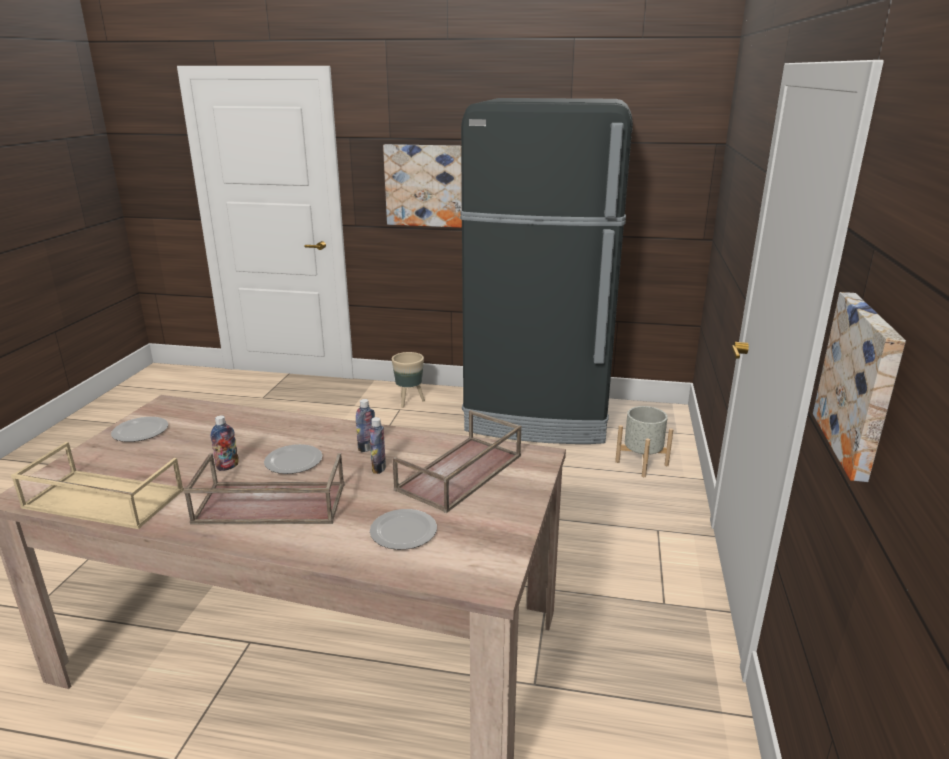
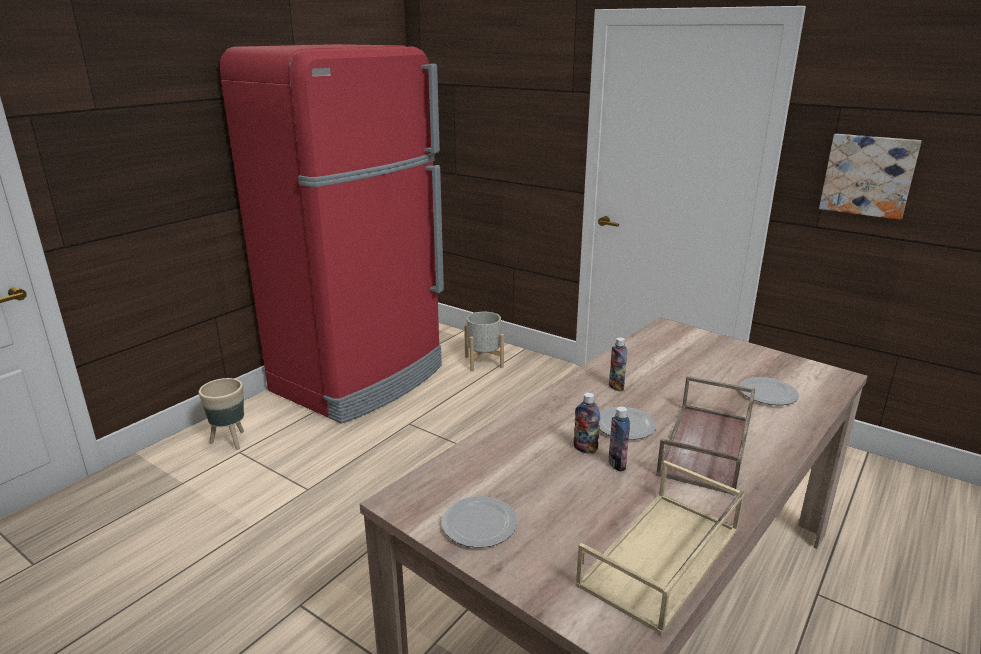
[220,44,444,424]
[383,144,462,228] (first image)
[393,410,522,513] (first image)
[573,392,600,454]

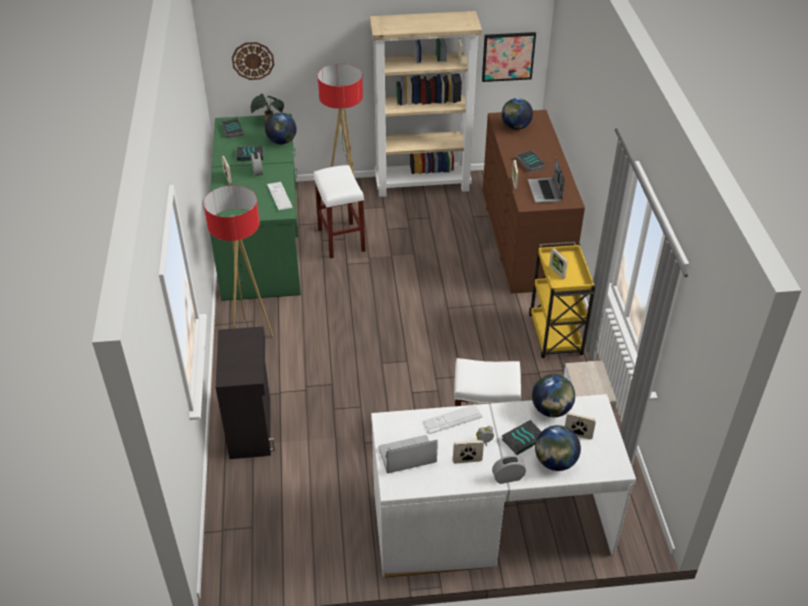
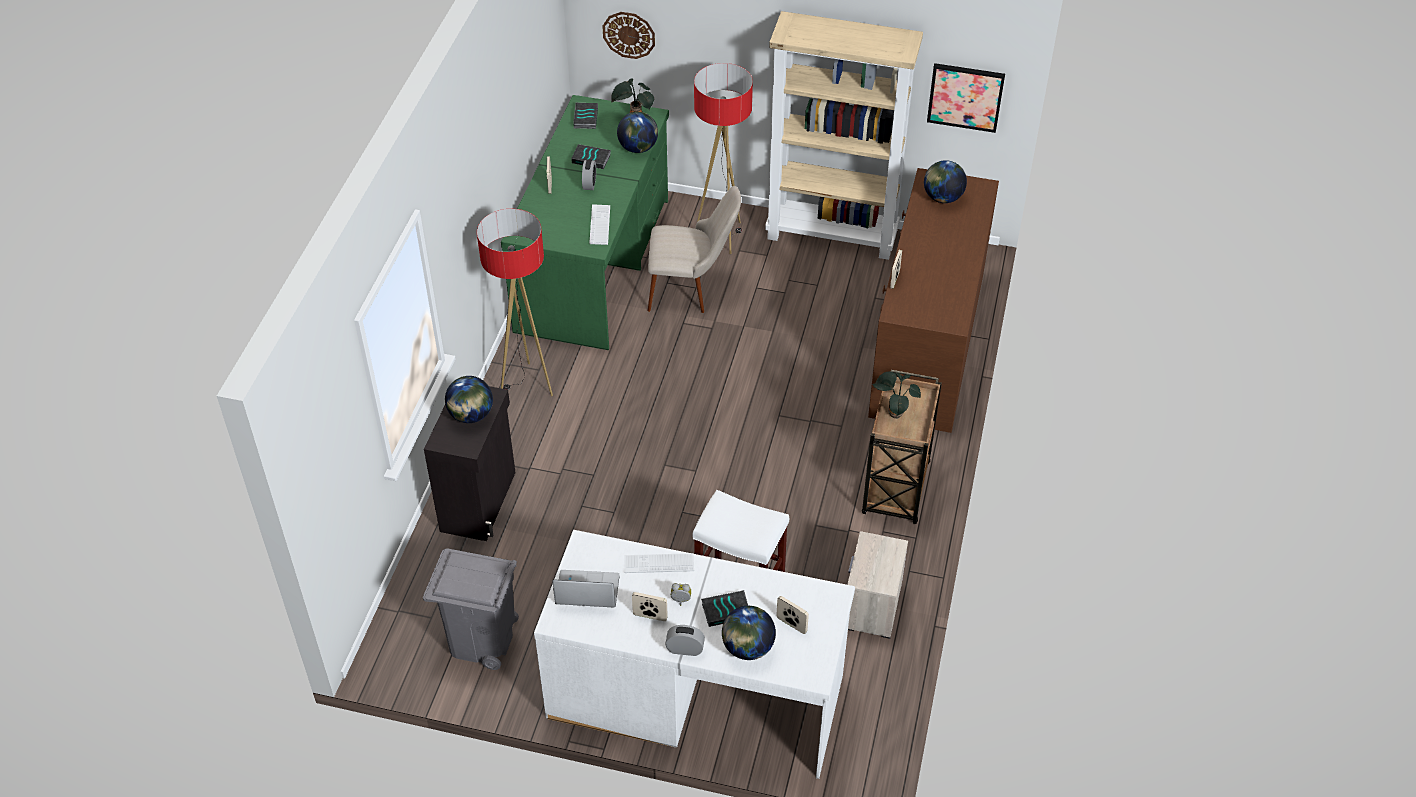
[516,151,546,173] (first image)
[528,157,565,203] (first image)
[648,186,741,313]
[862,370,942,524]
[872,372,921,419]
[445,376,493,423]
[423,548,519,670]

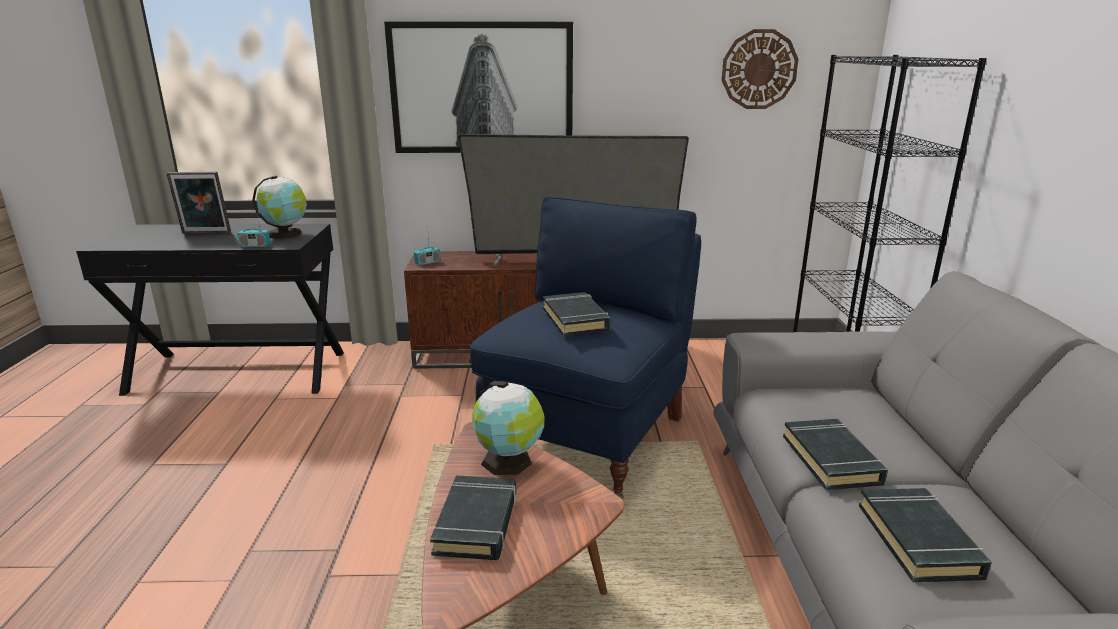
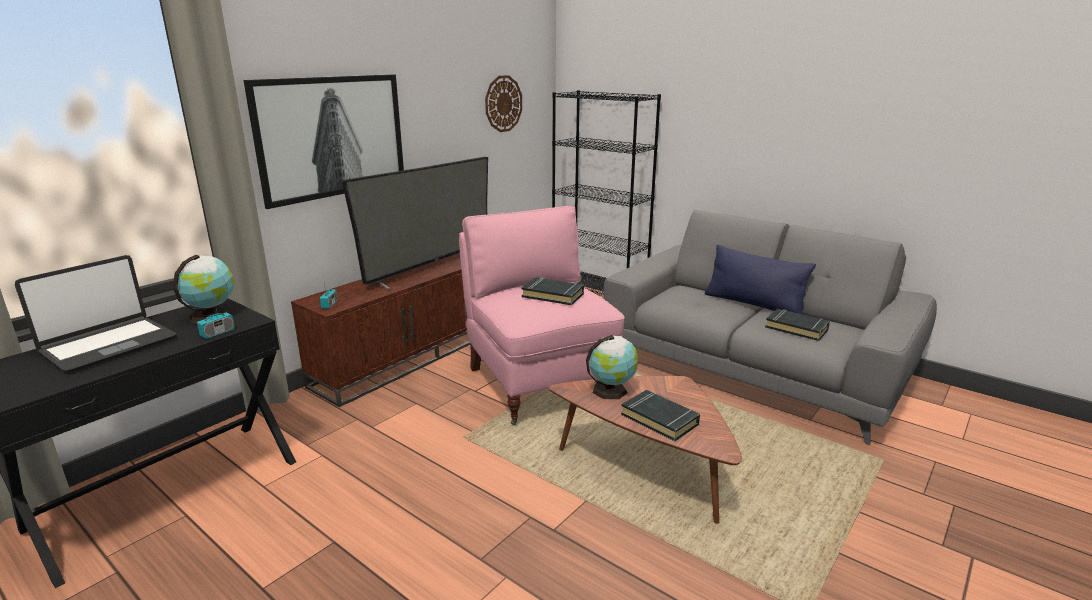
[15,255,177,373]
[459,206,625,425]
[783,419,888,490] (first image)
[705,245,816,314]

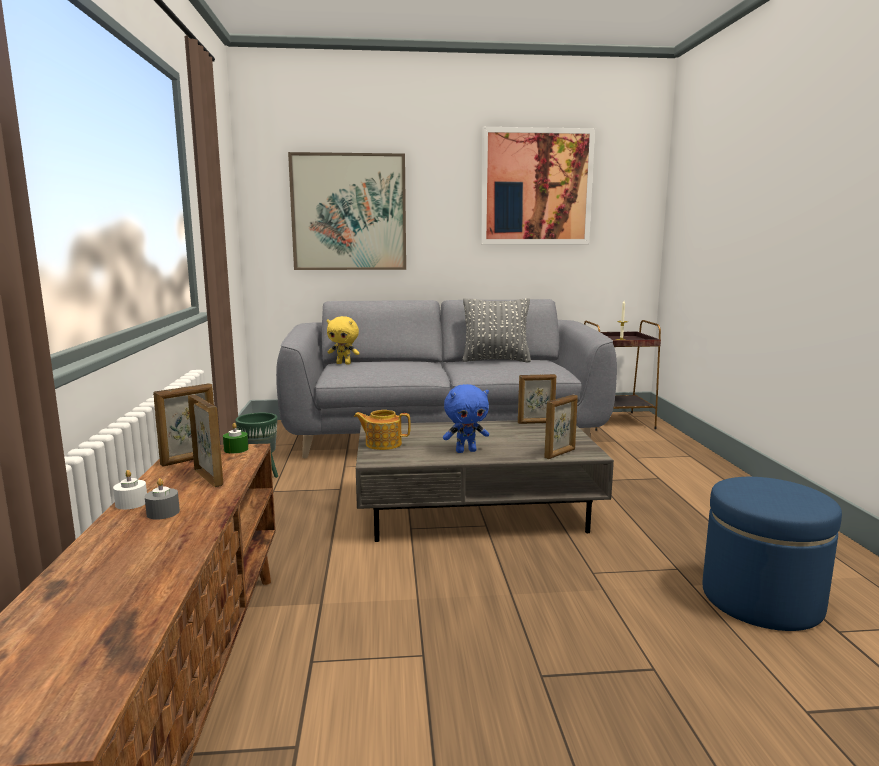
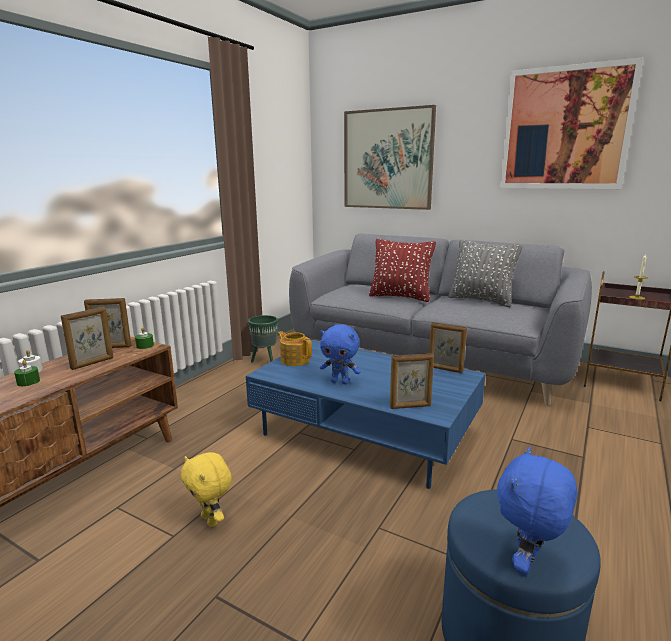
[181,452,232,527]
[61,307,114,370]
[246,339,486,489]
[14,360,40,386]
[369,239,436,302]
[497,447,577,575]

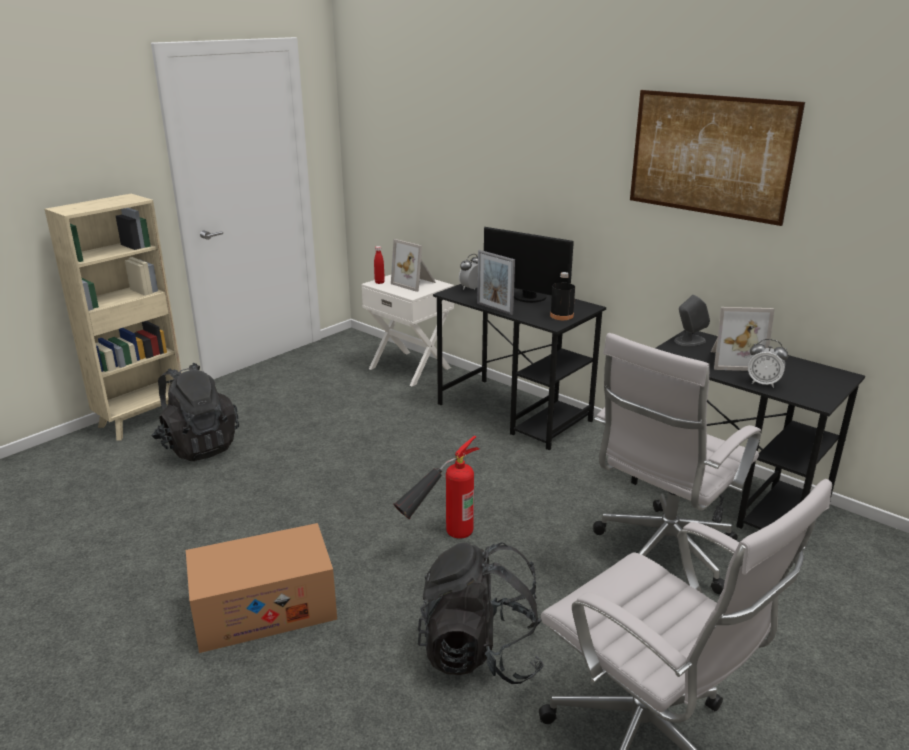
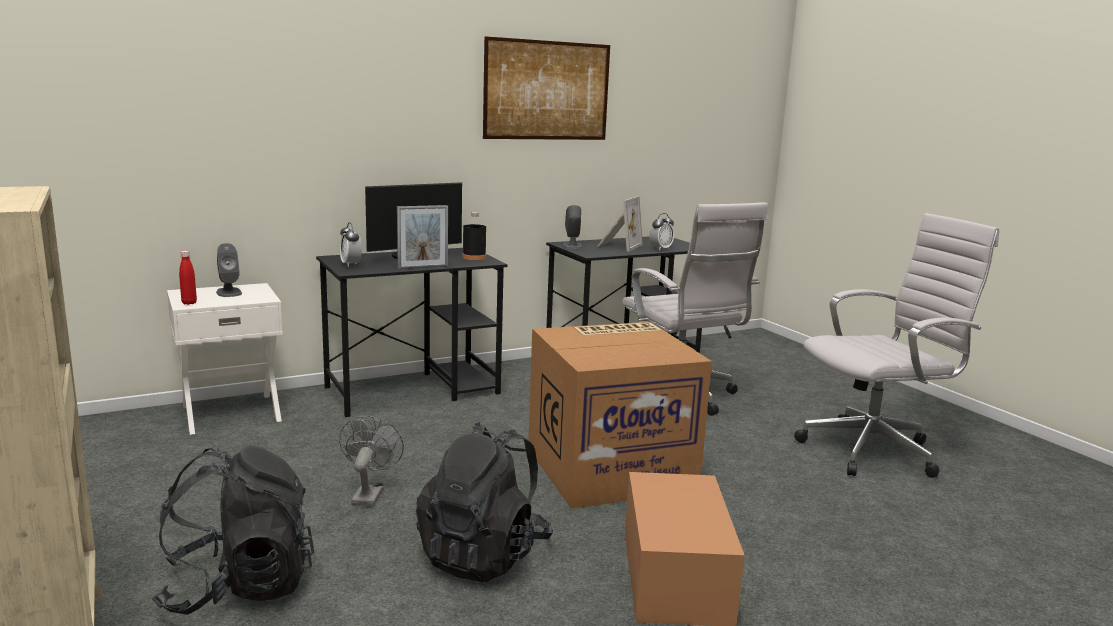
[216,243,242,297]
[529,322,712,509]
[416,422,553,582]
[339,416,404,506]

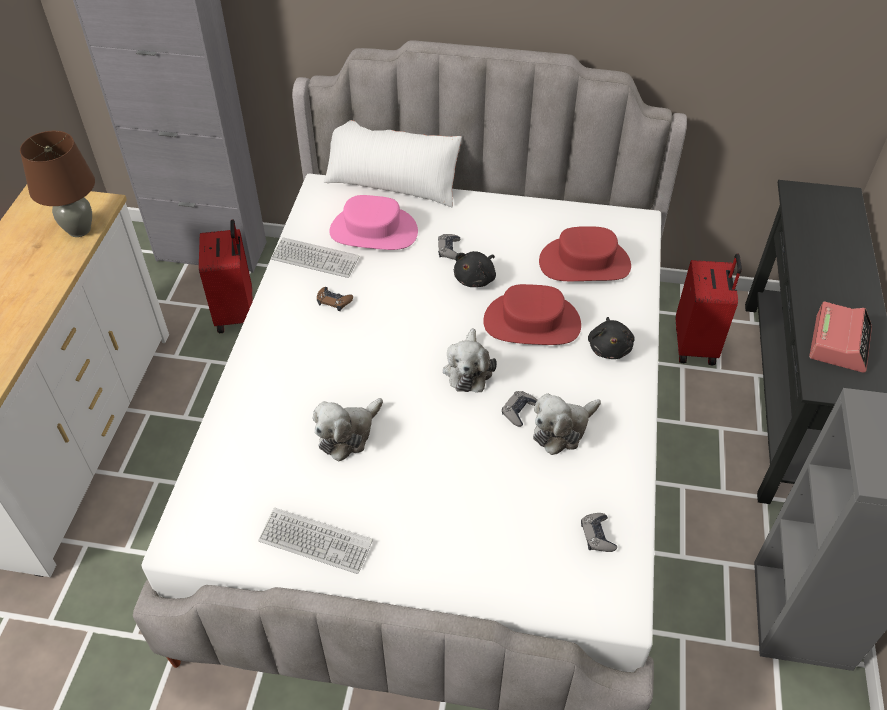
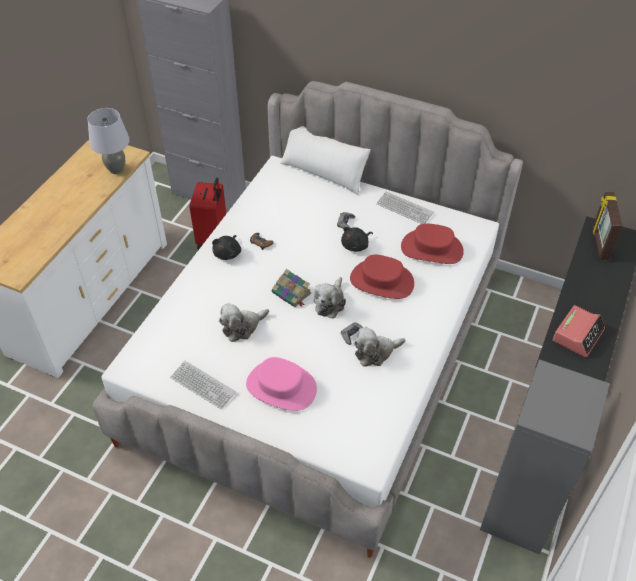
[87,108,130,174]
[246,357,317,411]
[376,191,434,224]
[676,253,742,366] (first image)
[212,235,241,260]
[581,513,617,552] (first image)
[593,192,623,260]
[272,269,311,307]

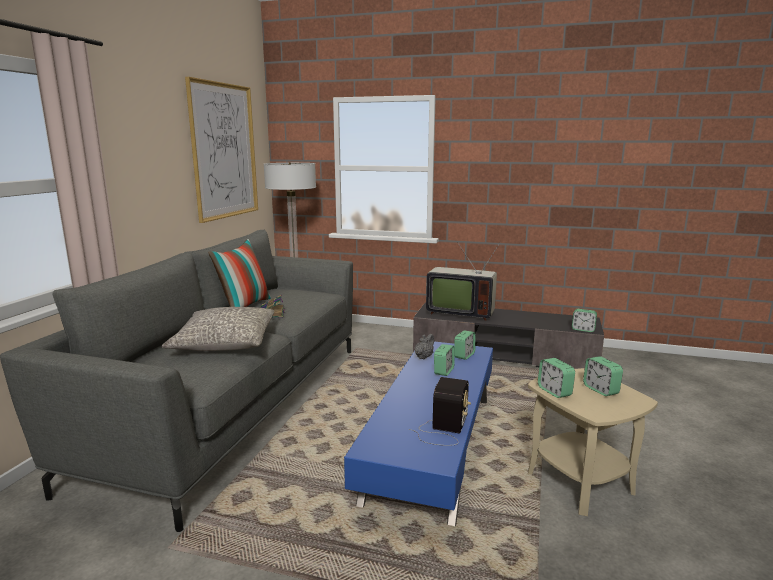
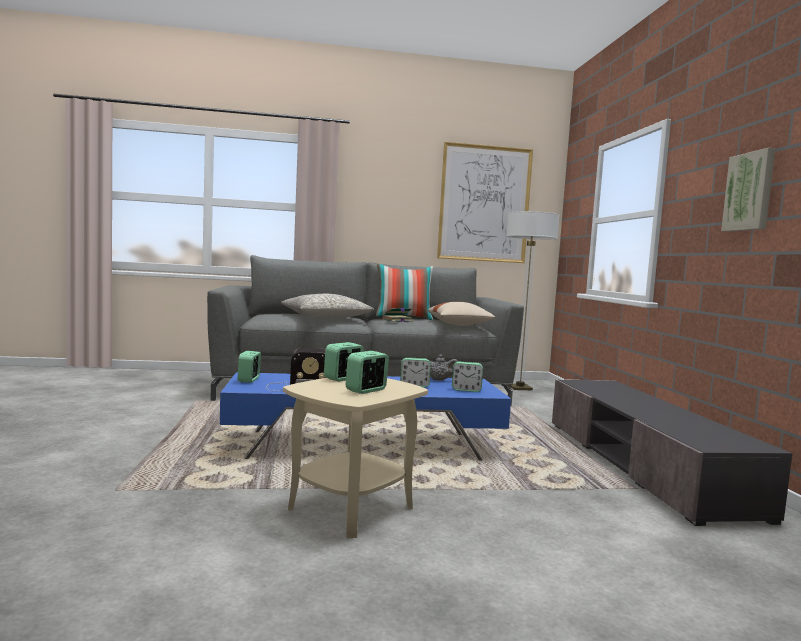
[426,242,501,321] (first image)
[238,351,261,383]
[721,148,775,232]
[428,302,495,325]

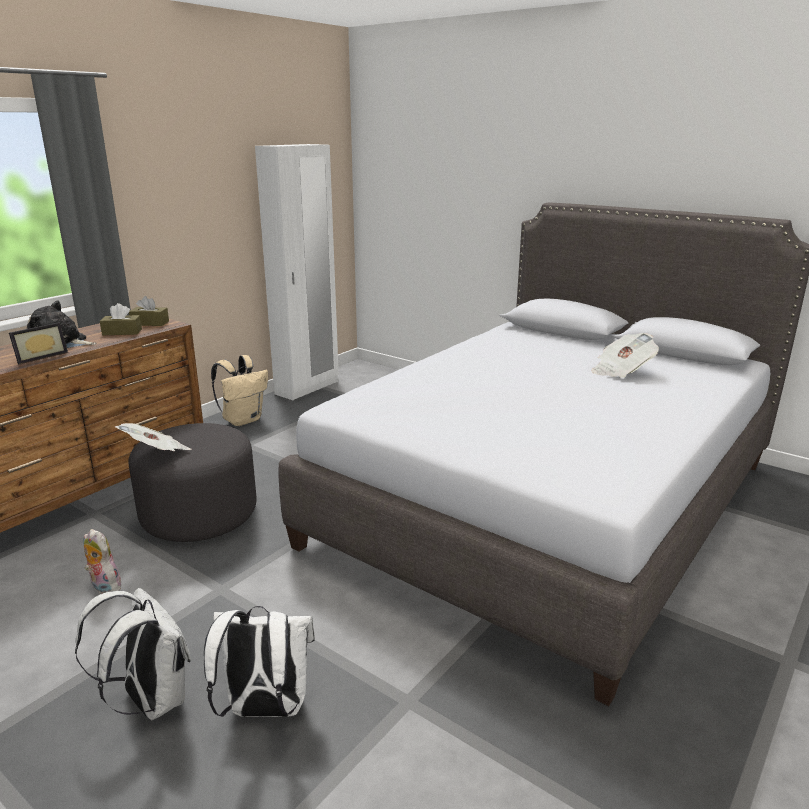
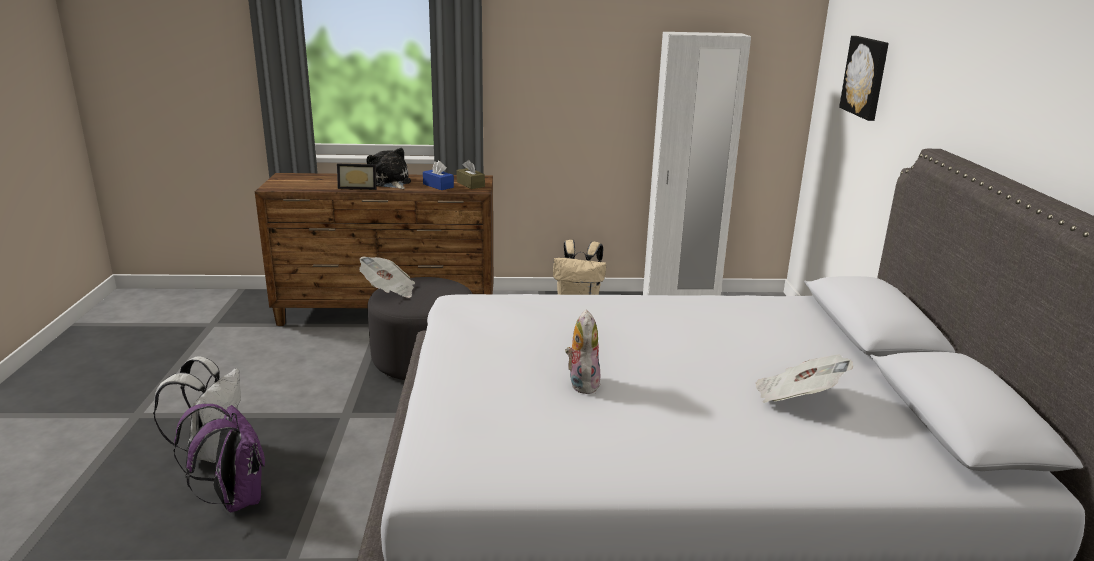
[423,160,454,190]
[565,310,600,394]
[173,404,265,513]
[839,36,889,121]

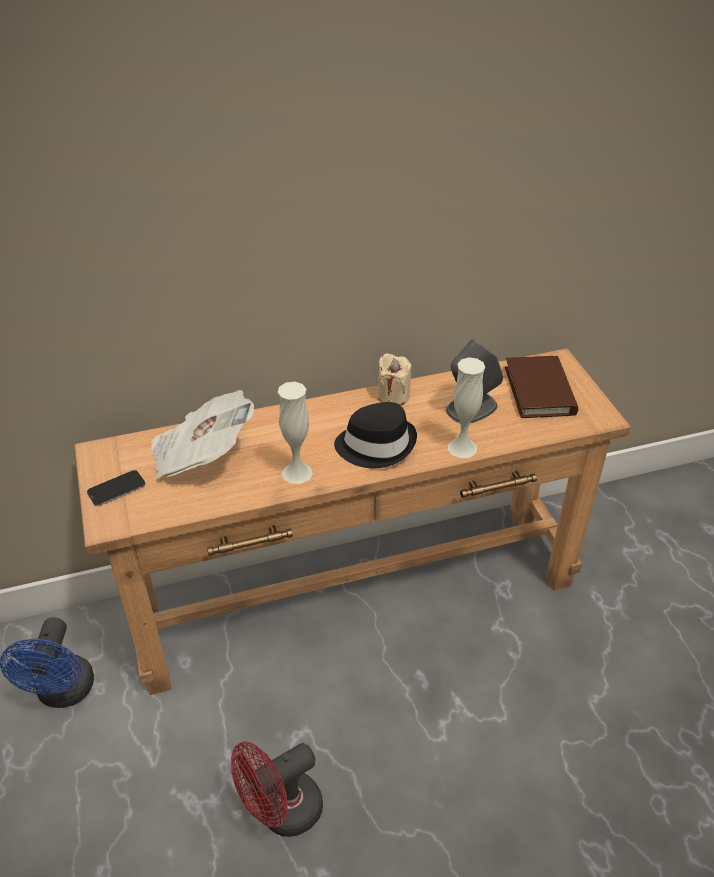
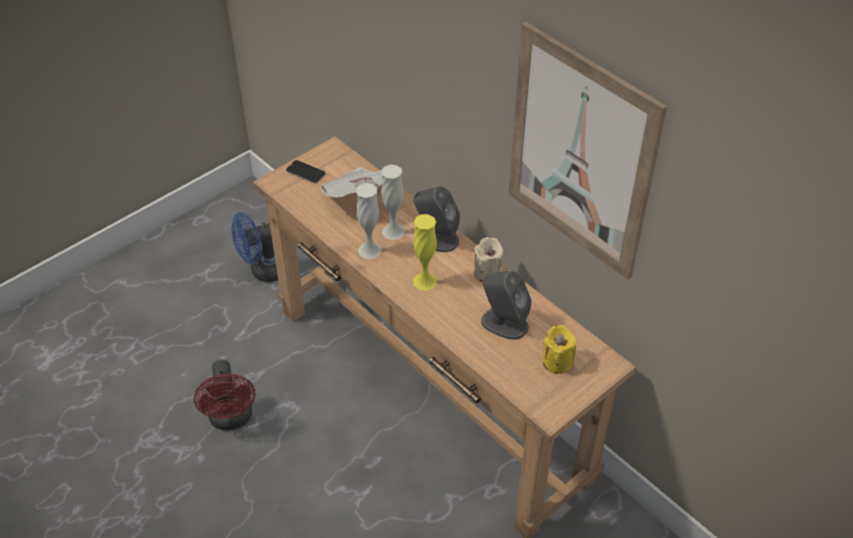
[543,325,576,374]
[381,165,405,240]
[413,214,437,291]
[194,360,256,430]
[508,22,667,280]
[414,186,460,252]

